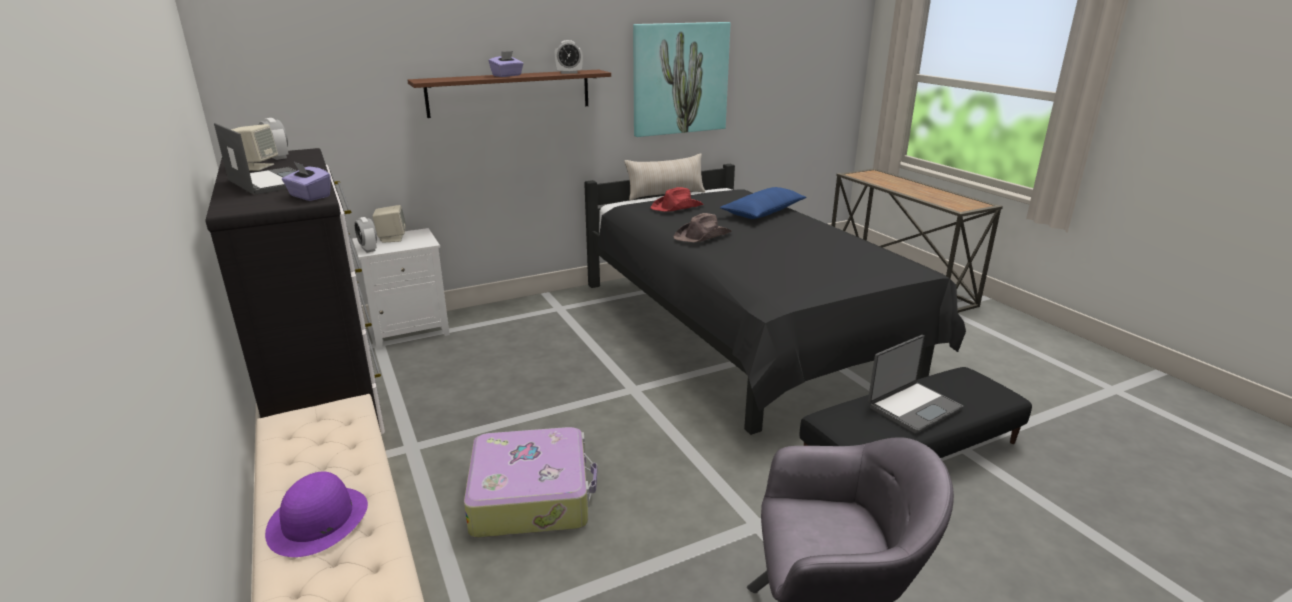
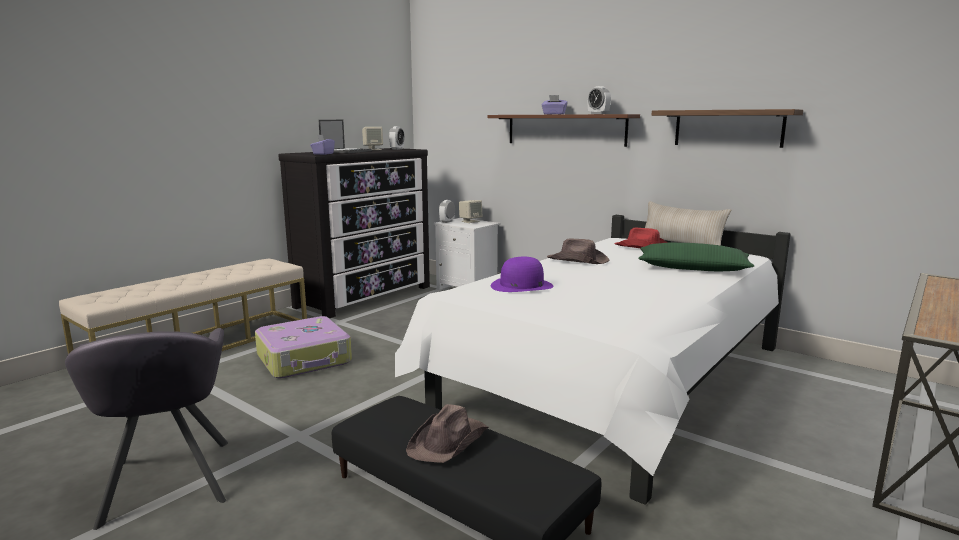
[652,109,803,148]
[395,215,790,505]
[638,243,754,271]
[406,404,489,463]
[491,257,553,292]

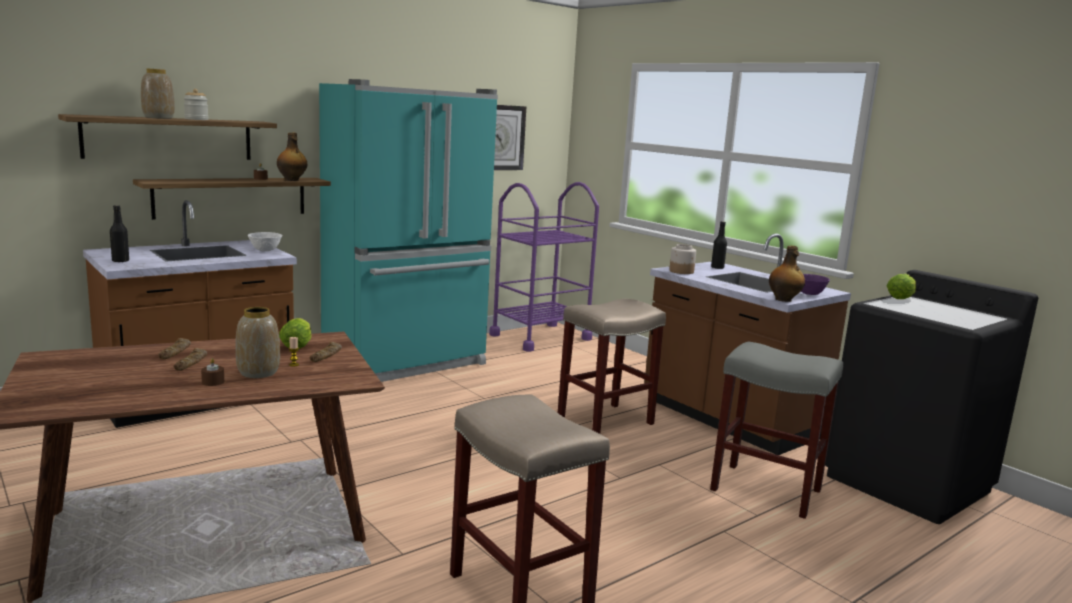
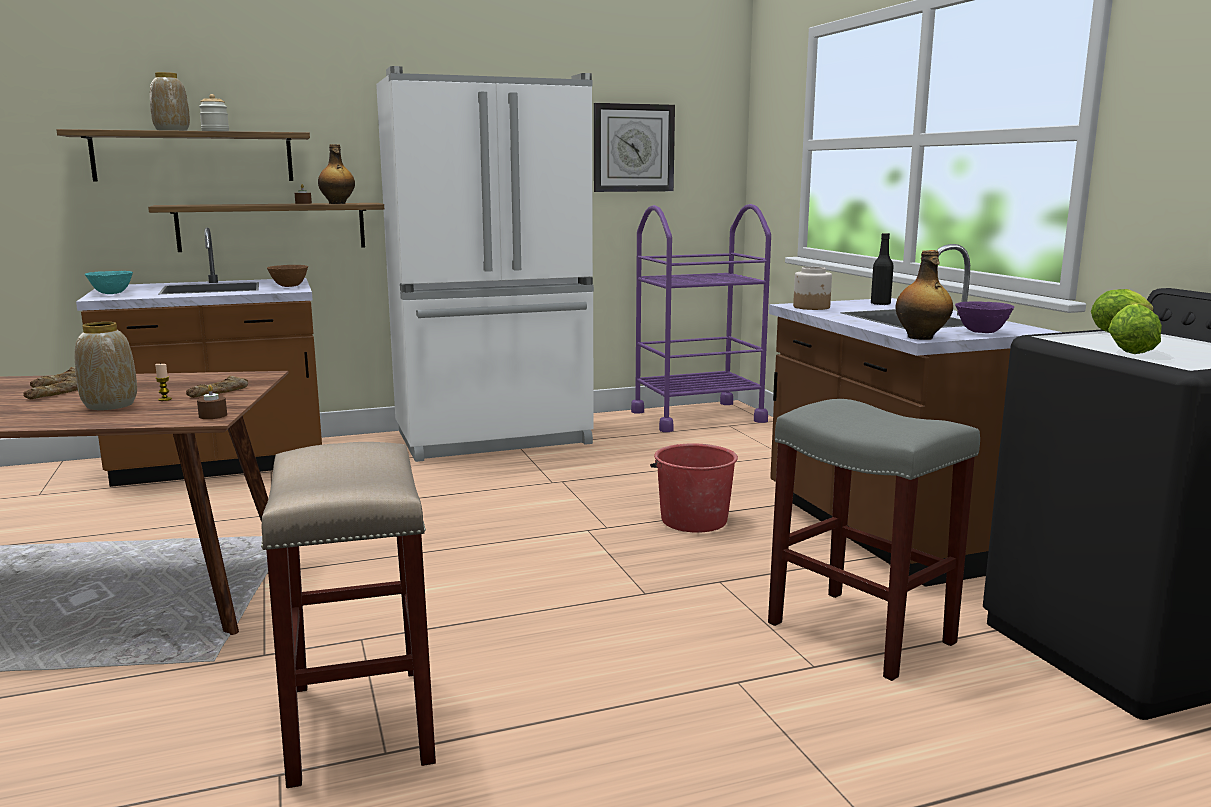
[376,66,594,462]
[85,271,133,294]
[267,265,308,287]
[650,443,738,533]
[1108,303,1162,354]
[197,385,227,419]

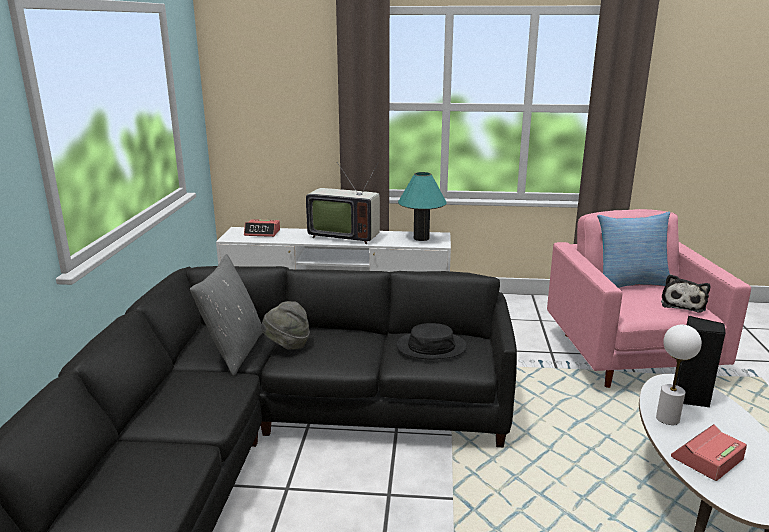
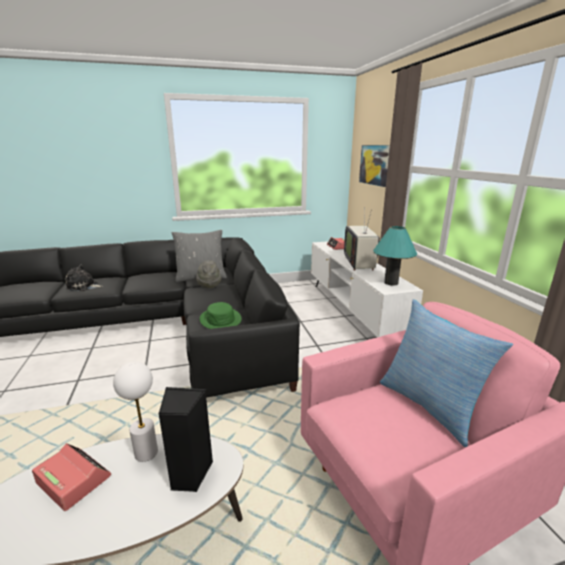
[65,264,103,291]
[200,302,242,329]
[359,145,390,187]

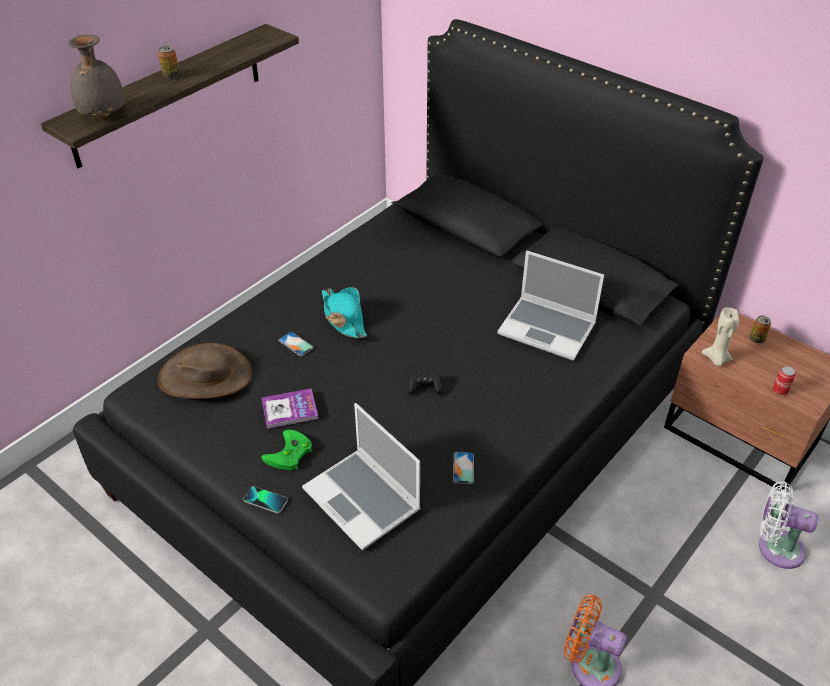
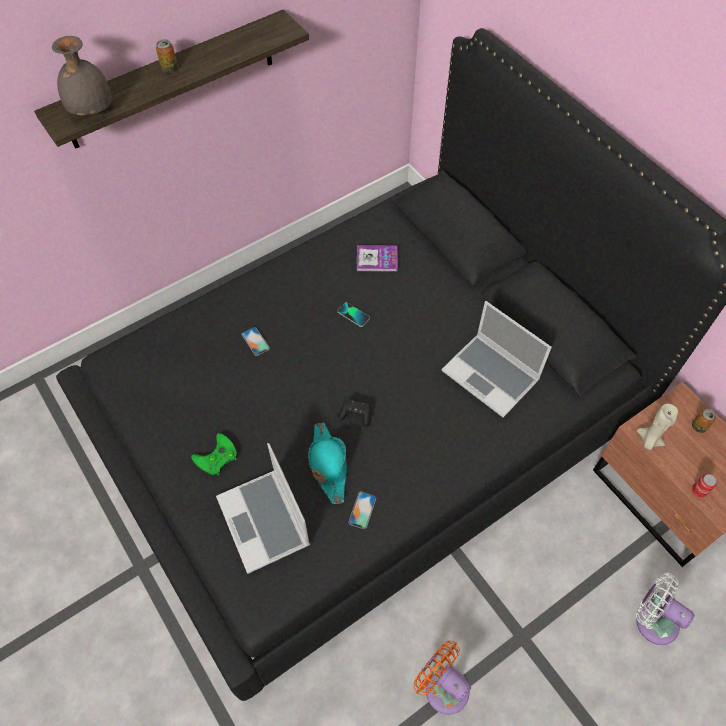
[308,422,347,504]
[158,343,252,399] (first image)
[357,245,398,271]
[338,302,370,327]

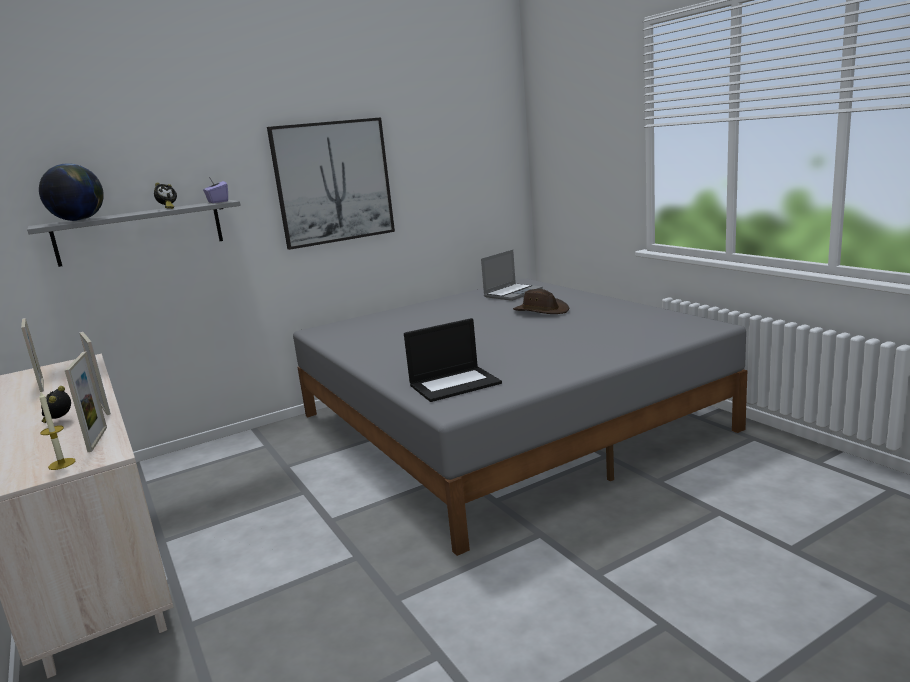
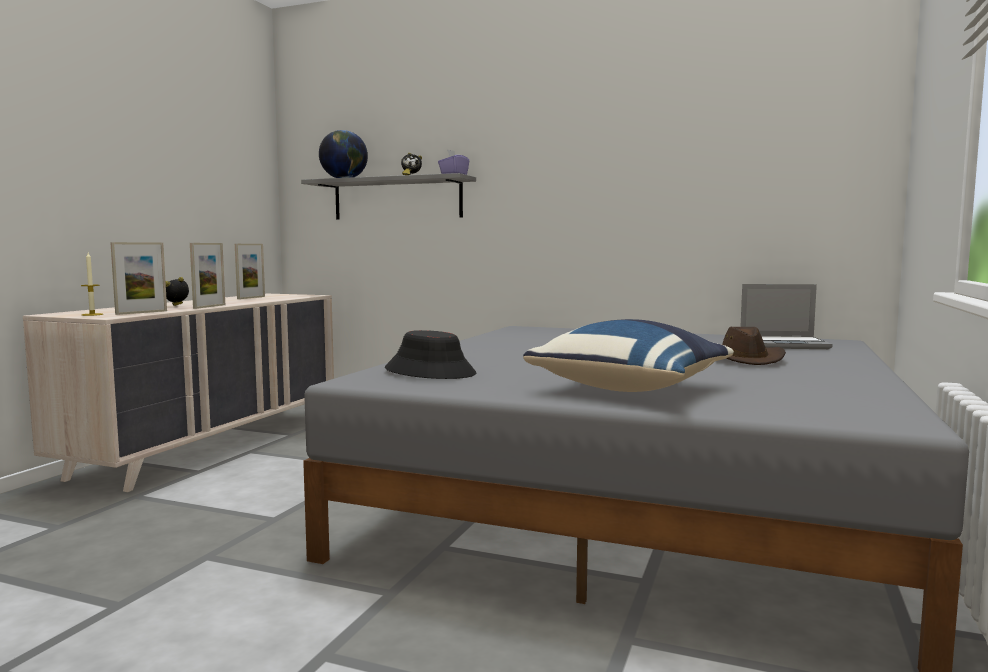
[267,117,395,250] (first image)
[385,330,476,379]
[523,319,734,392]

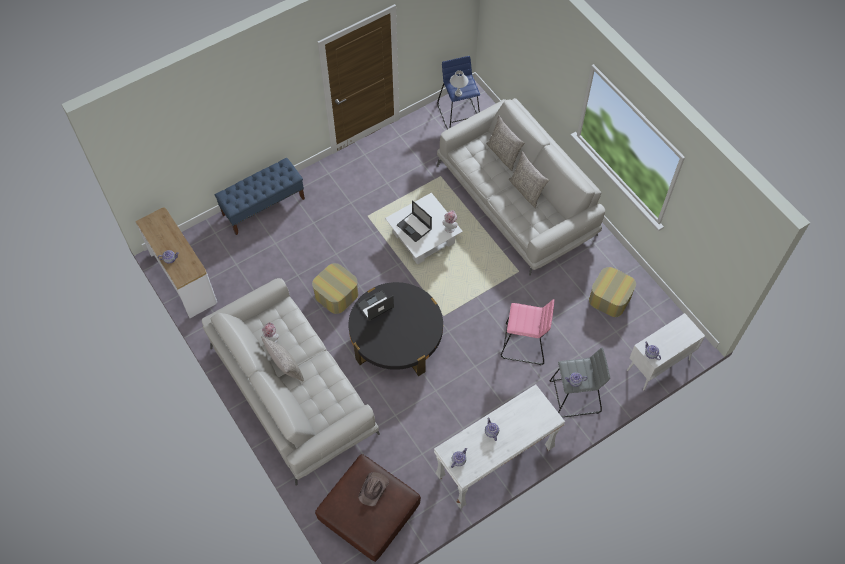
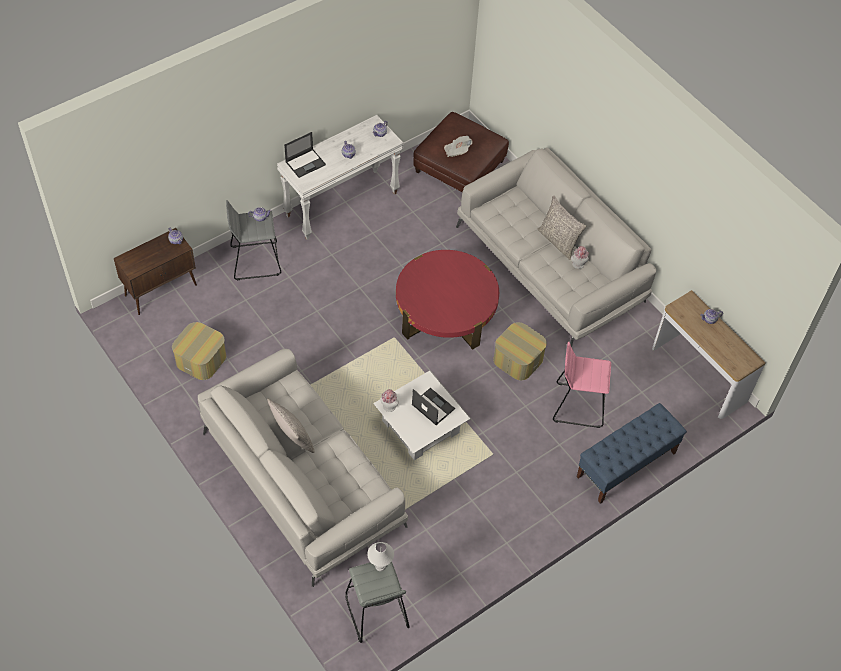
[346,562,410,643]
[486,115,525,171] (first image)
[396,250,499,350]
[284,132,326,178]
[553,341,611,428]
[114,228,197,315]
[444,136,473,157]

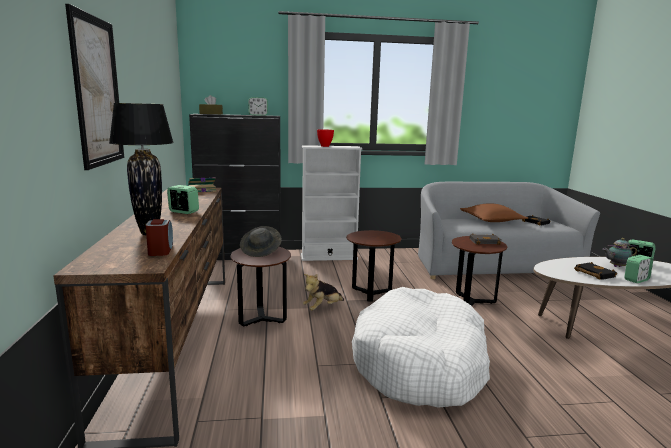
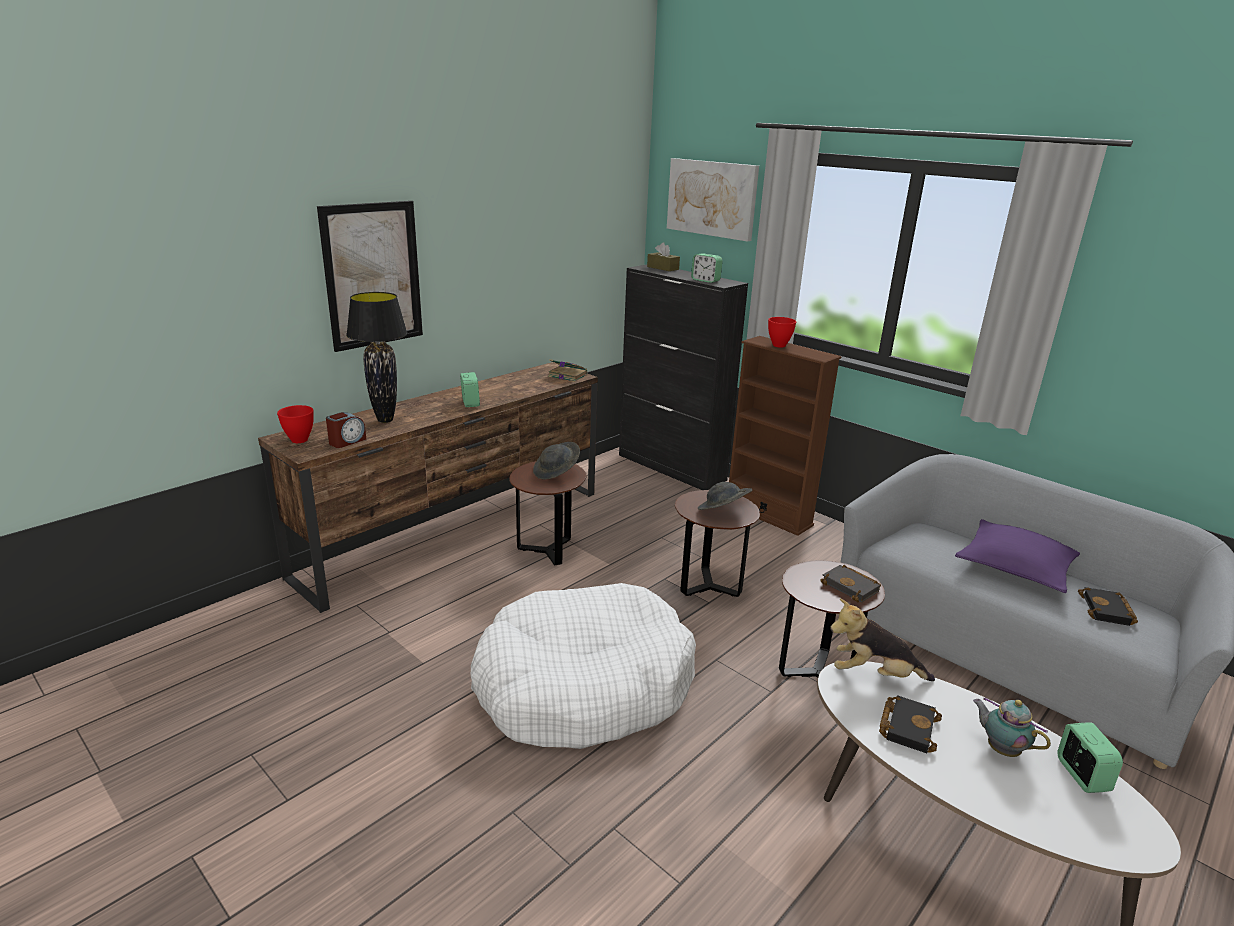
[729,336,842,536]
[955,519,1080,593]
[624,255,653,283] (first image)
[830,599,935,681]
[667,158,759,242]
[277,405,314,443]
[698,482,752,510]

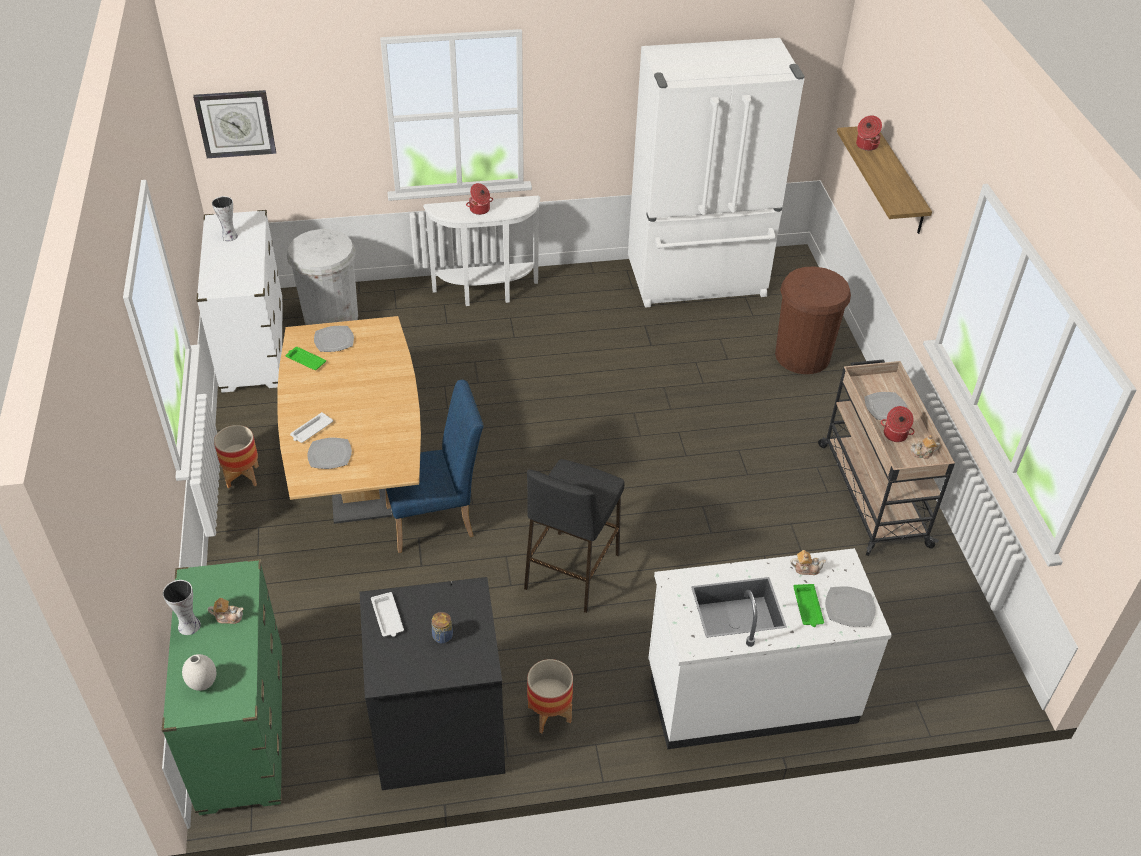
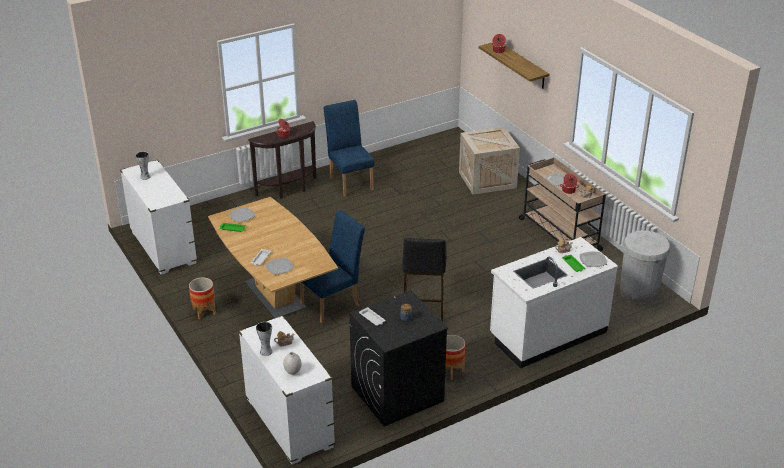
[628,38,804,308] (first image)
[193,90,276,158] (first image)
[249,121,316,199]
[620,230,670,304]
[459,127,520,195]
[239,315,335,465]
[323,100,374,197]

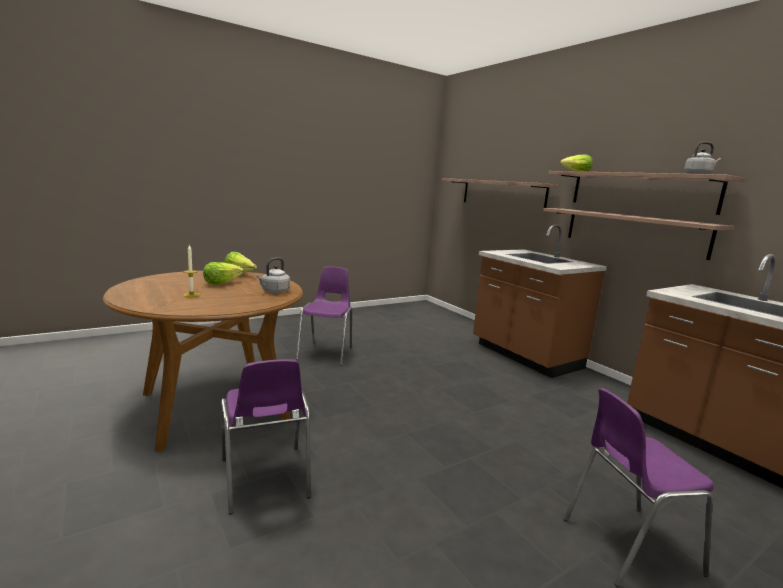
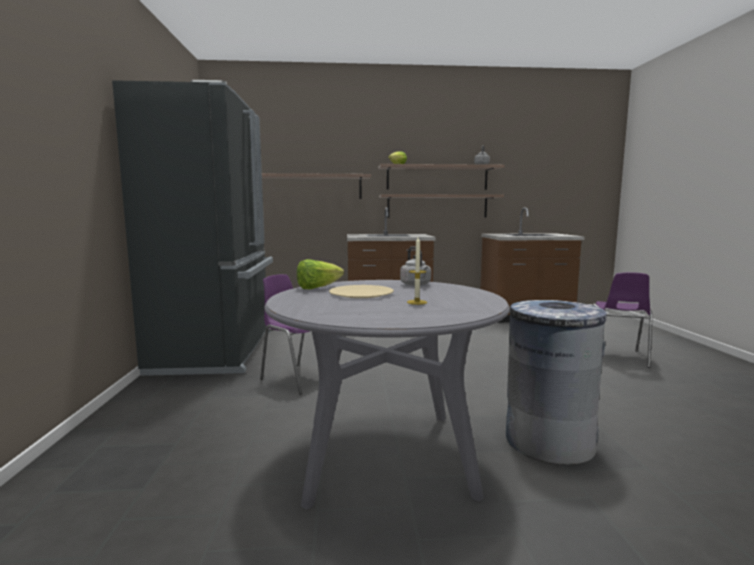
[329,285,394,298]
[265,280,510,509]
[506,300,607,465]
[112,80,273,376]

